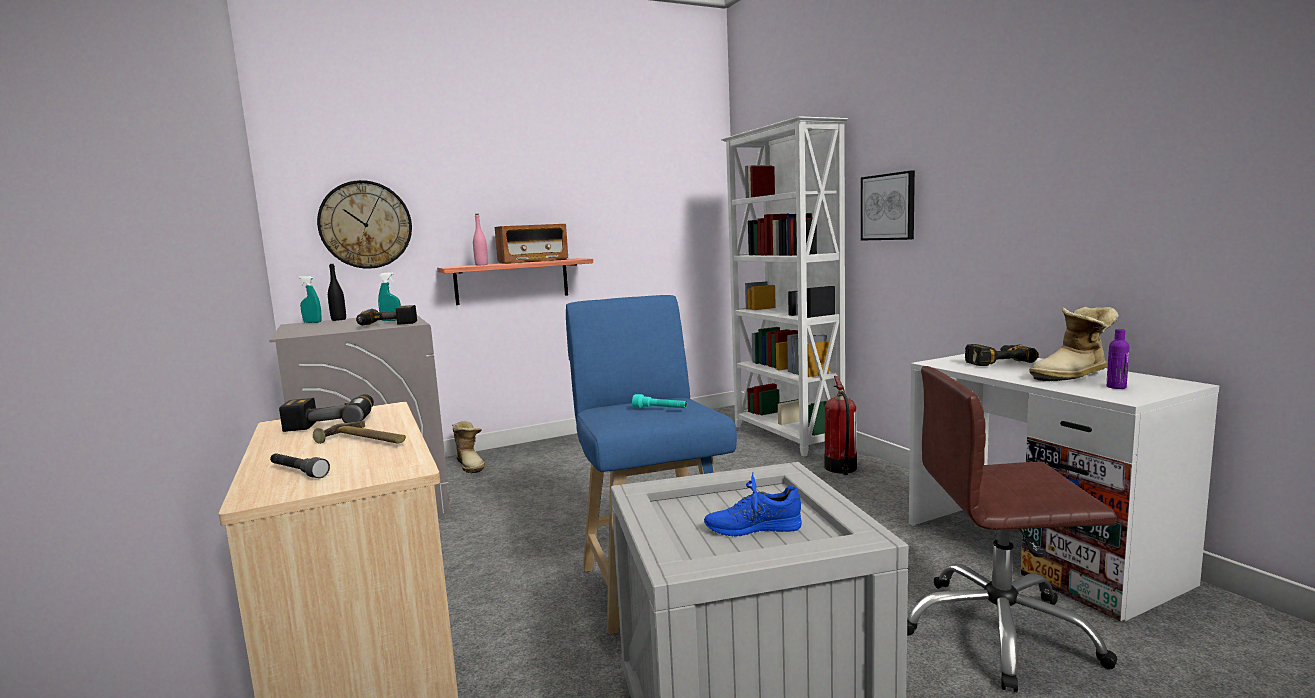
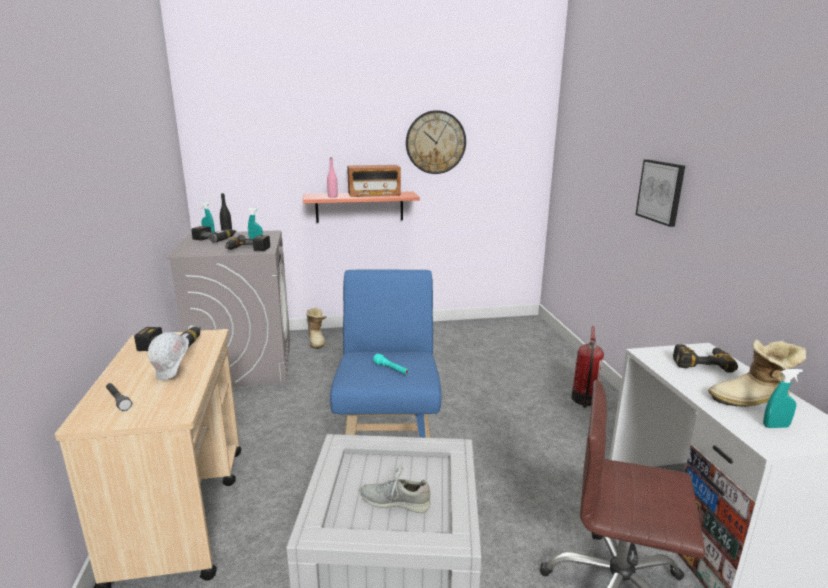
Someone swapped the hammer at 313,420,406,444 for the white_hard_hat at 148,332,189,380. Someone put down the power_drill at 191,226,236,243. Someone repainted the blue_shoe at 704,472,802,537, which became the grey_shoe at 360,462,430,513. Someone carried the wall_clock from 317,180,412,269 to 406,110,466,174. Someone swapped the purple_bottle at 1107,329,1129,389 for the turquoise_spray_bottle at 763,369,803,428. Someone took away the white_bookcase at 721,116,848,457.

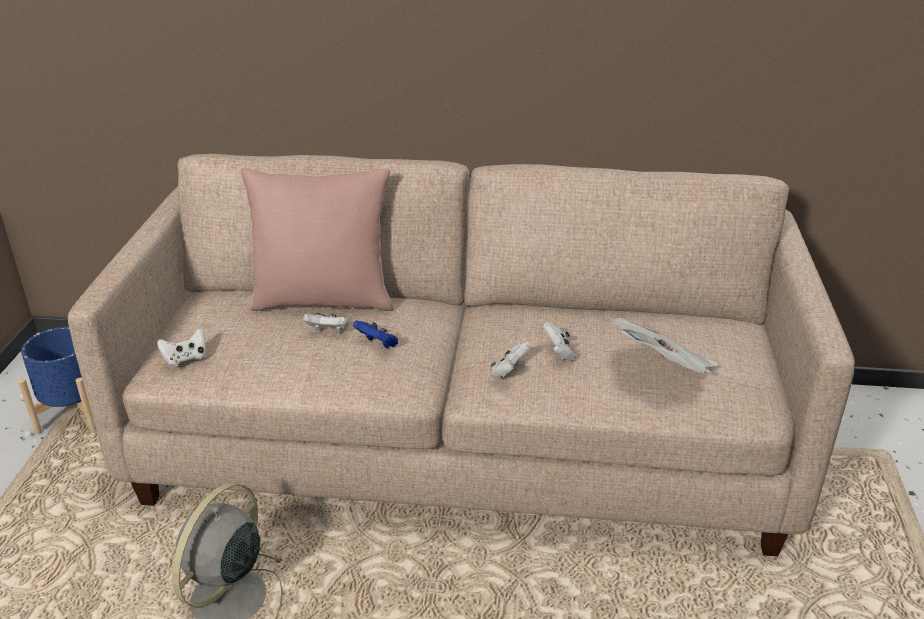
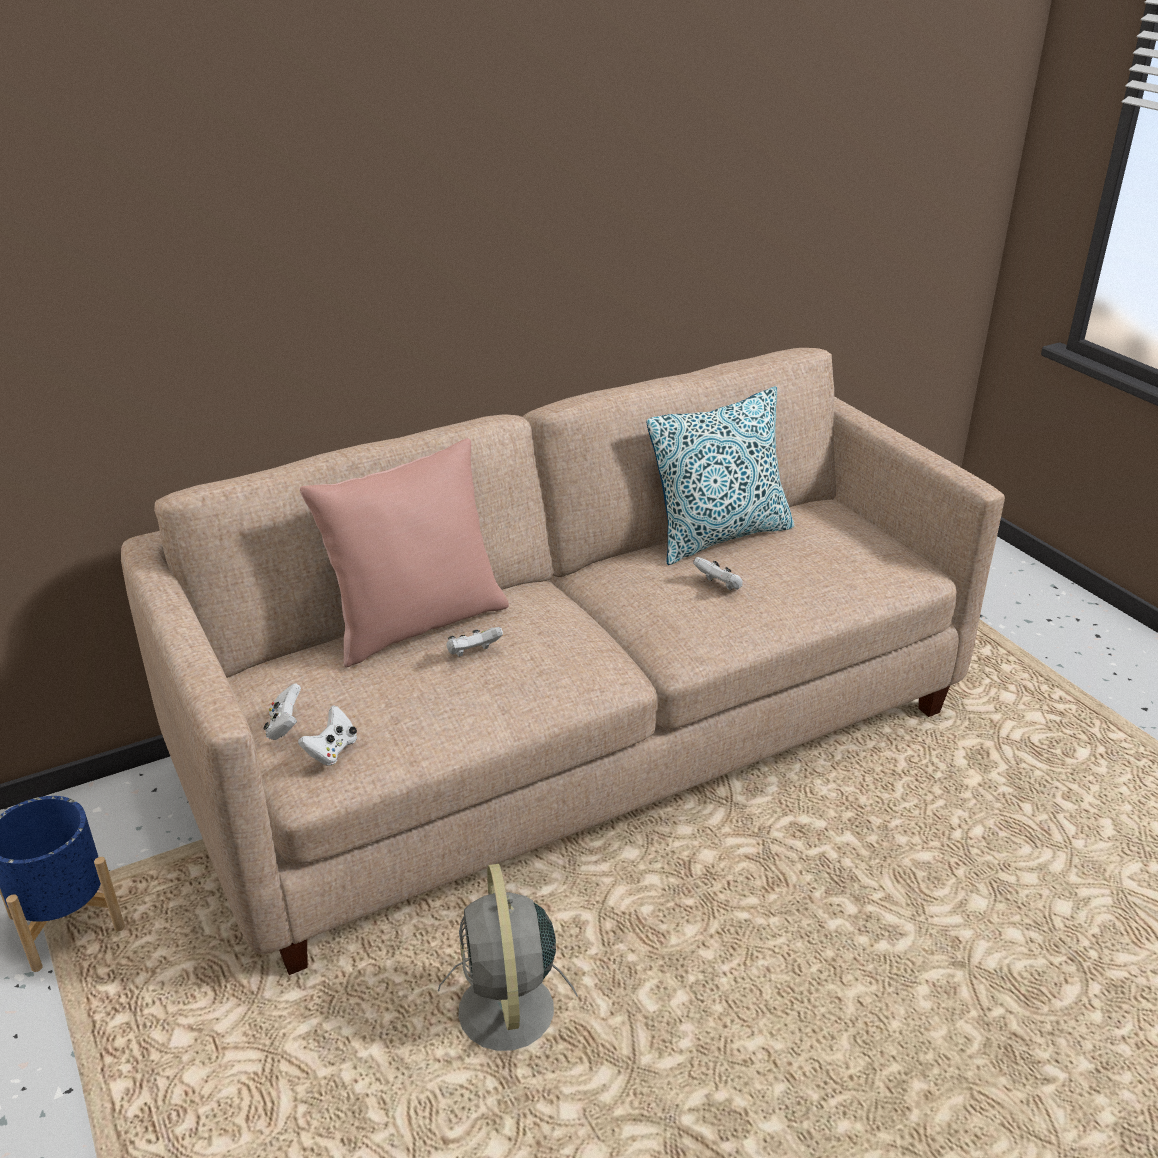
Someone carried the white_game_controller from 491,342,531,378 to 264,684,301,740. Someone put down the pillow at 647,386,794,565. Someone took away the blue_game_controller at 353,320,398,348. Someone took away the newspaper at 613,318,719,375.

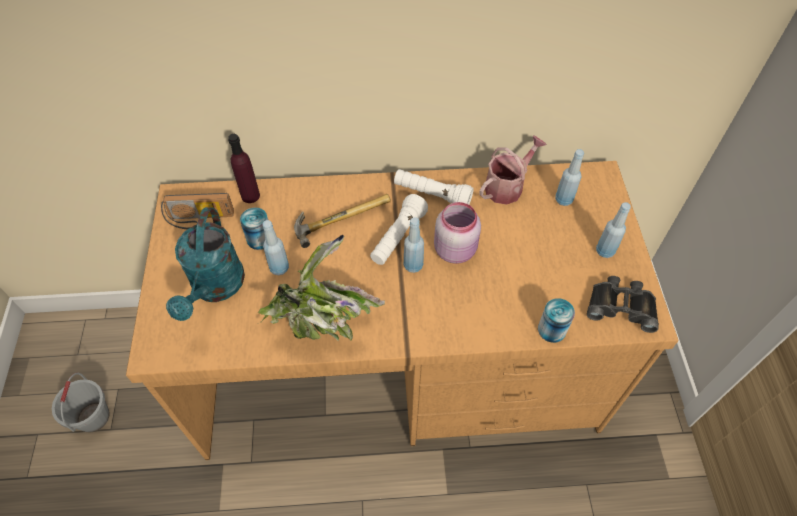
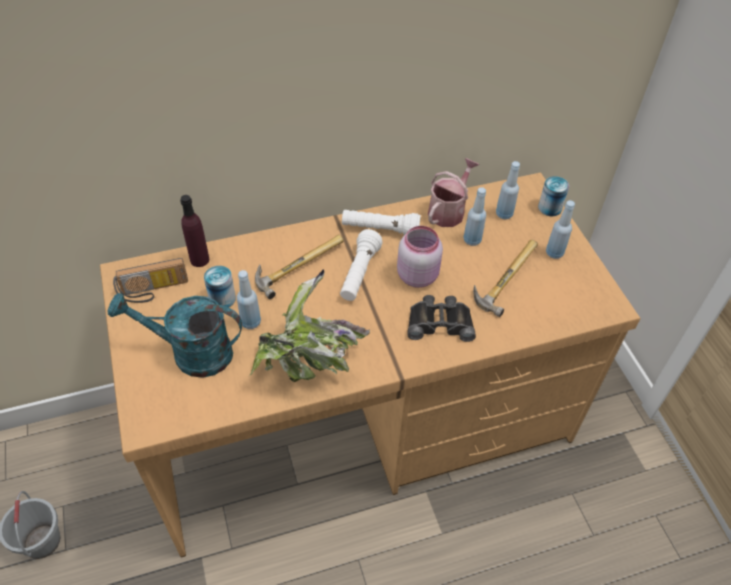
Someone rotated the turquoise_watering_can at 166,207,245,321 by 105 degrees clockwise. Someone carried the black_binoculars from 587,276,659,333 to 408,295,476,342. Someone carried the blue_bottle from 404,217,424,273 to 463,187,486,246. Someone put down the hammer at 473,240,538,317. Someone carried the can from 538,298,575,343 to 538,176,569,216.

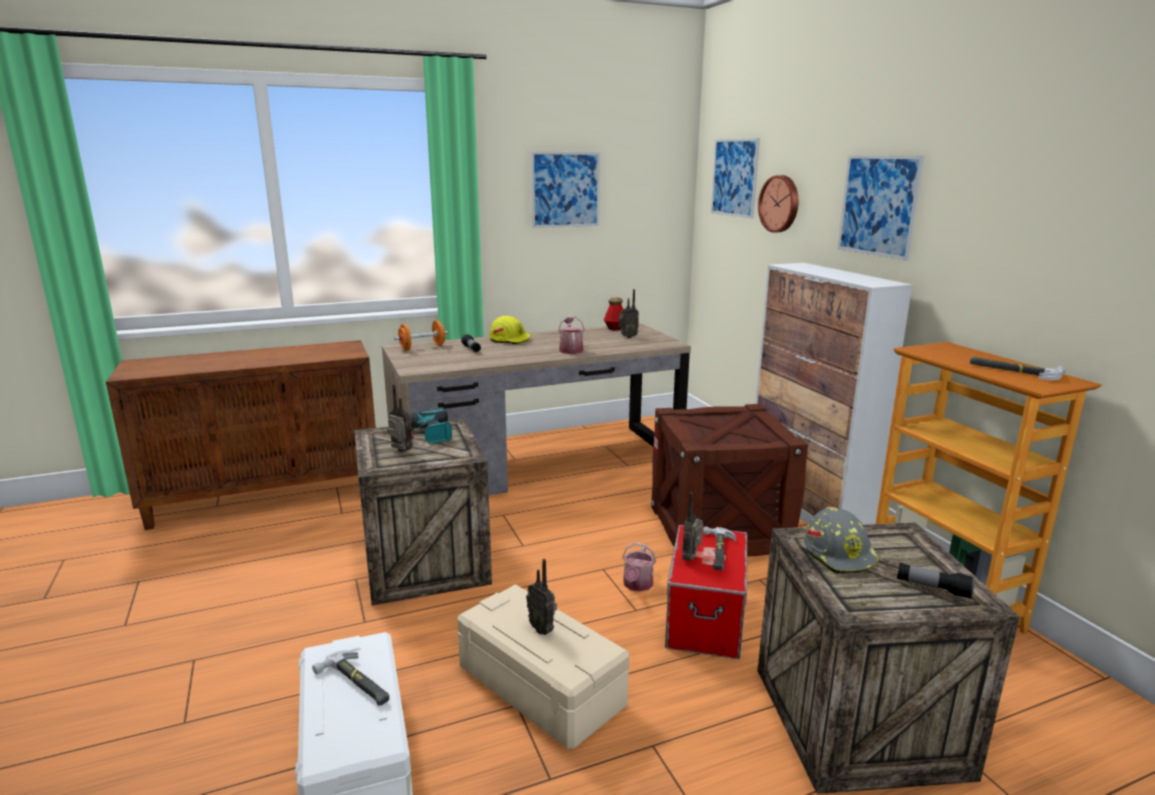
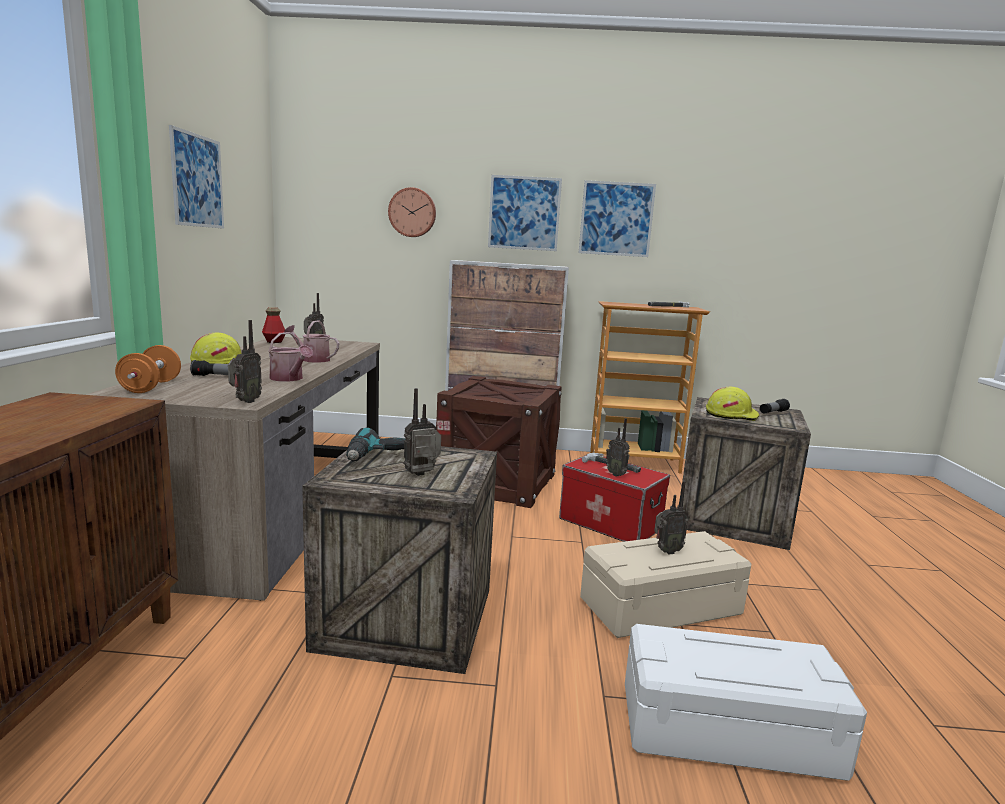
Someone put down the radio at 228,320,262,403. Someone carried the watering_can from 622,543,656,592 to 268,332,313,381. Someone carried the picture from 711,138,760,219 to 579,180,656,257. Someone repainted the grey_hard_hat at 804,507,880,574, which became the yellow_hard_hat at 706,387,760,421. Someone took away the hammer at 312,650,390,706.

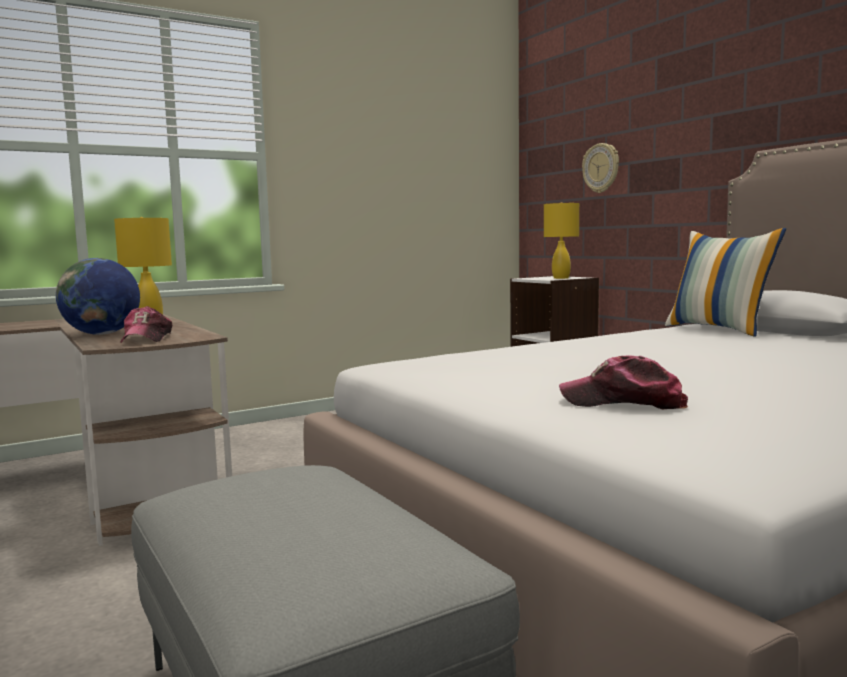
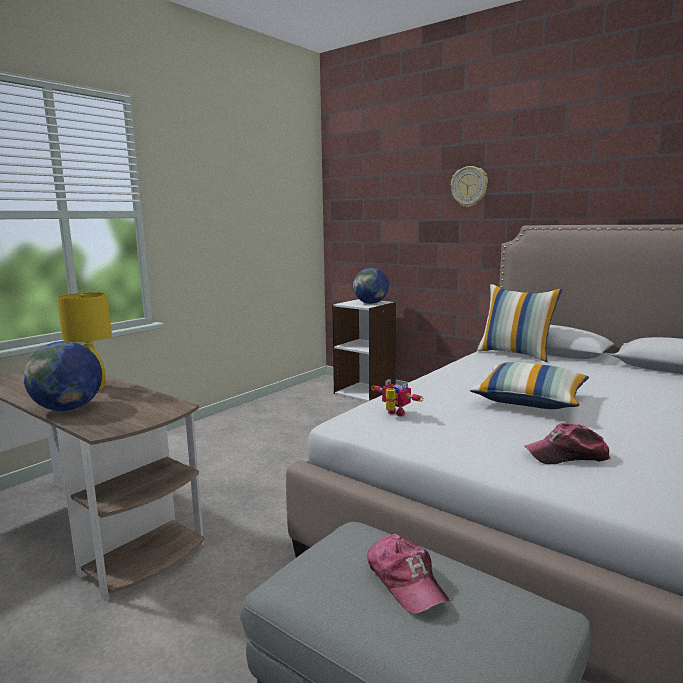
Someone swapped the yellow_table_lamp at 544,202,579,279 for the globe at 353,268,389,304. Someone carried the cap from 120,306,172,343 to 367,534,450,614. Someone put down the toy_robot at 371,379,424,416. Someone carried the wall_clock from 582,143,619,193 to 451,166,488,207. Someone put down the pillow at 470,362,589,409.

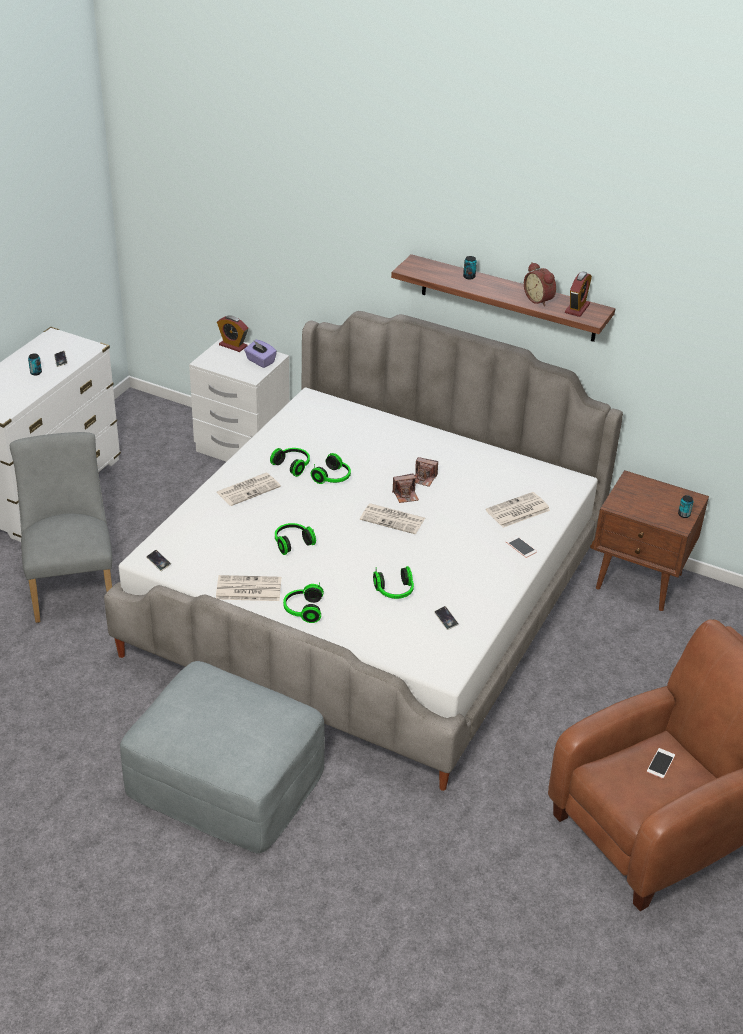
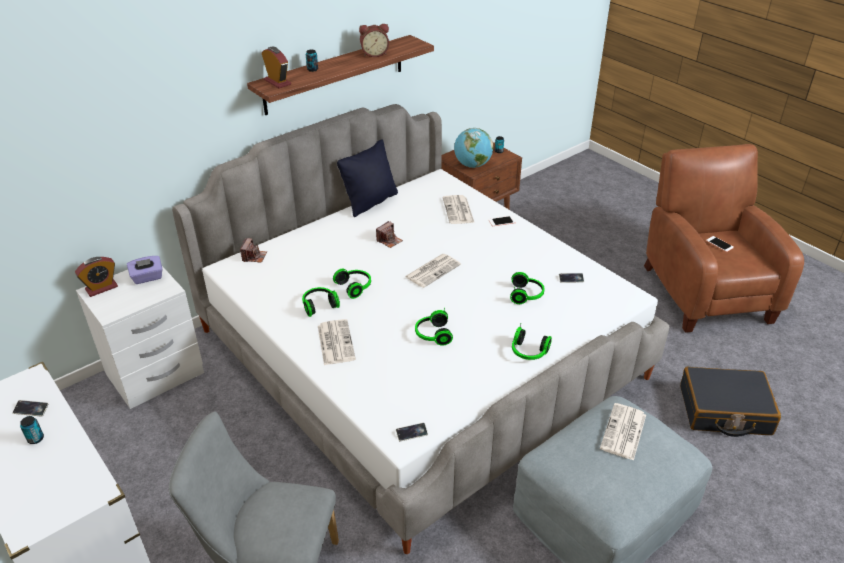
Someone carried the photo_camera from 392,474,419,503 to 240,238,267,263. Someone carried the alarm_clock from 565,272,592,317 to 262,47,291,88. Someone put down the black_pillow at 337,139,398,217. Someone put down the globe at 454,128,493,168. Someone carried the newspaper from 216,575,281,601 to 600,403,646,461. Someone put down the black_suitcase at 680,367,781,437.

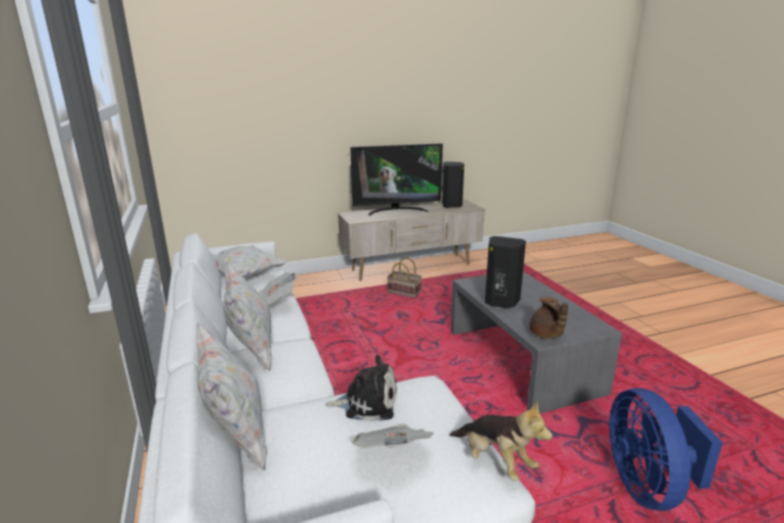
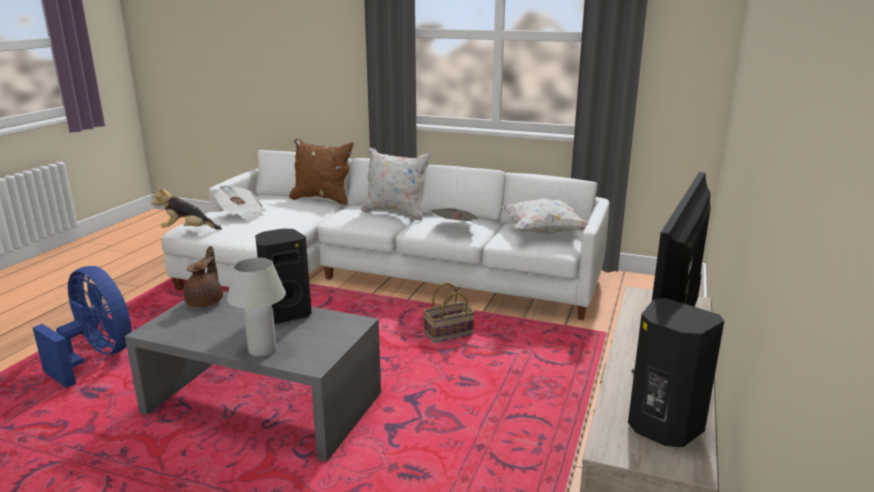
Someone rotated the brown_teapot at 529,297,568,339 by 75 degrees clockwise. Someone put down the white_table_lamp at 227,258,286,357. Someone repainted the white_pillow at 196,323,267,470, which became the brown_pillow at 289,139,354,206. Someone carried the basket from 387,257,422,298 to 423,283,475,343. Someone took away the plush_toy at 325,355,397,421.

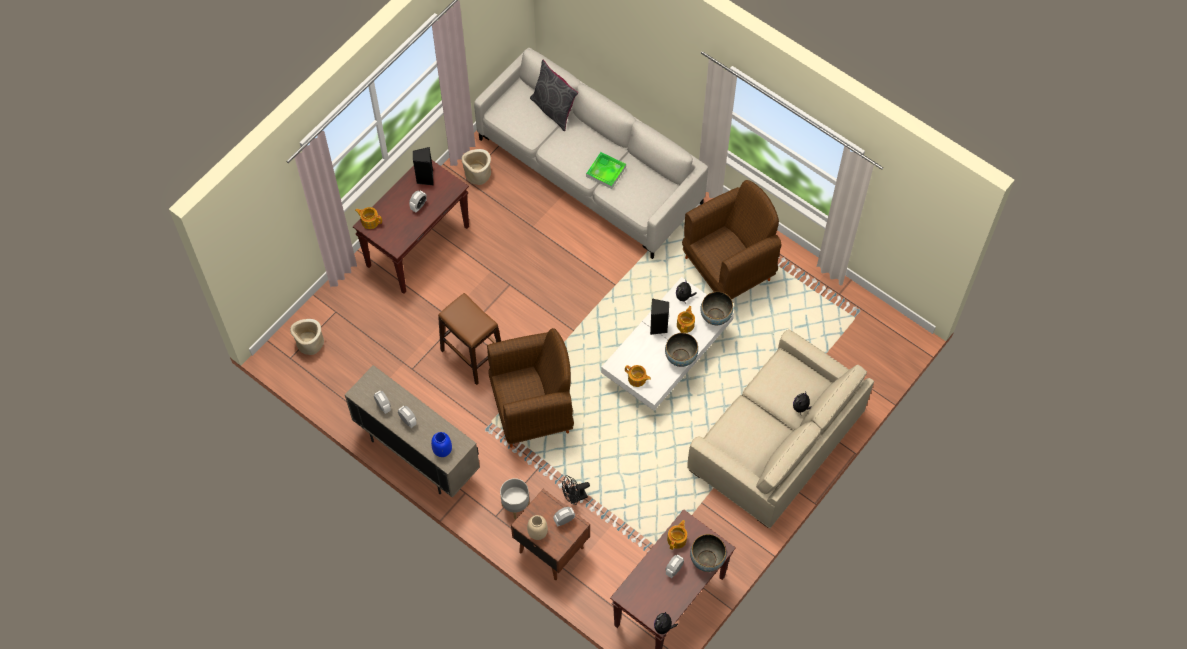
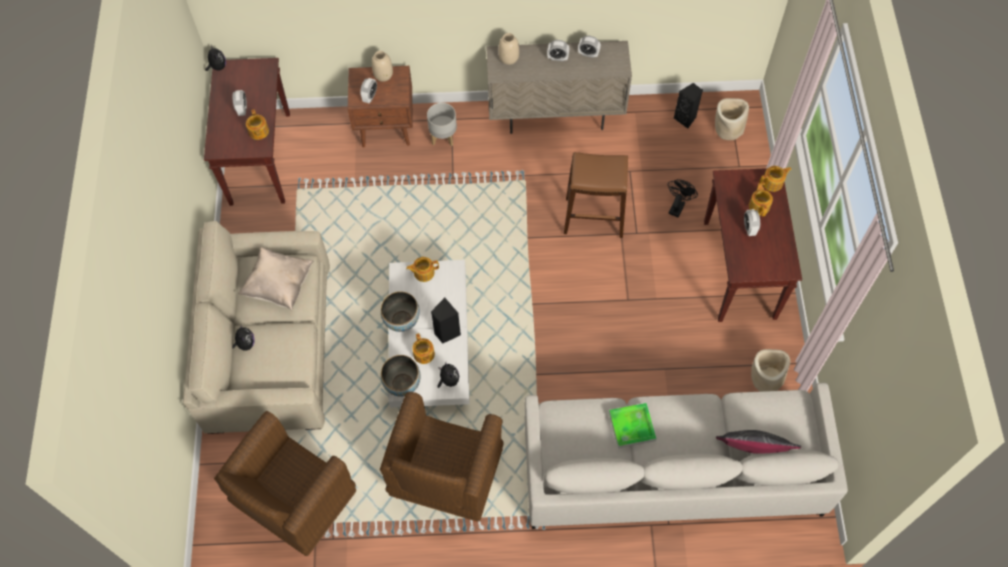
Someone carried the brown_armchair from 487,328,574,448 to 214,411,356,556. Someone put down the beige_pillow at 238,247,313,311. Someone repainted the blue_vase at 431,432,452,457, which became the beige_vase at 499,33,519,65. Someone carried the black_fan from 562,475,590,505 to 668,179,698,217. Someone carried the black_speaker from 413,147,434,186 to 674,83,703,129. Someone put down the teapot at 749,183,773,216. Someone took away the bowl at 690,534,726,572.

